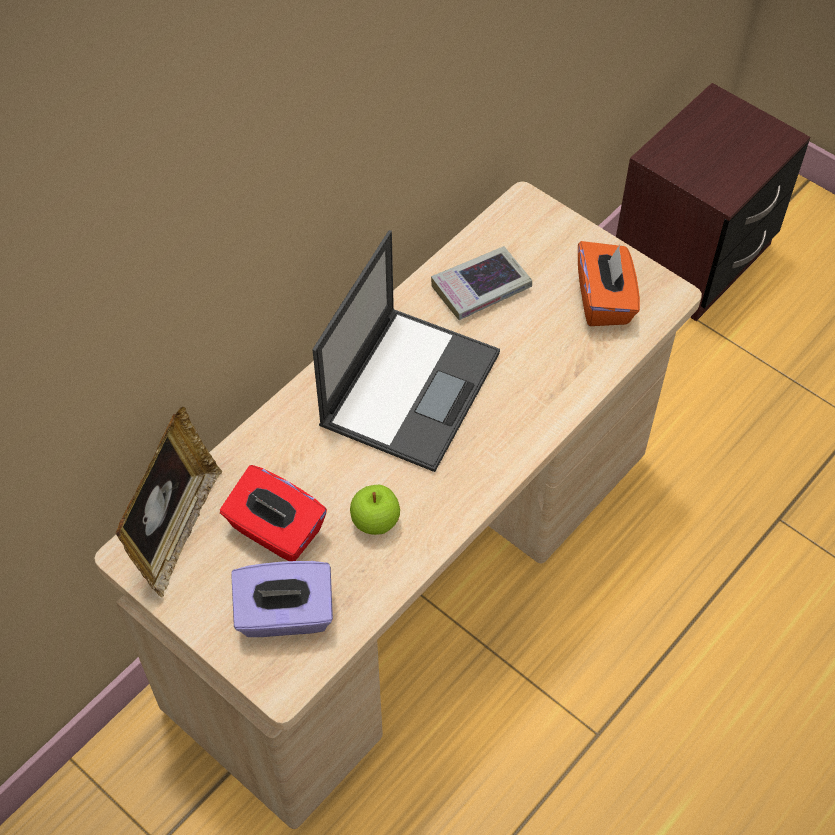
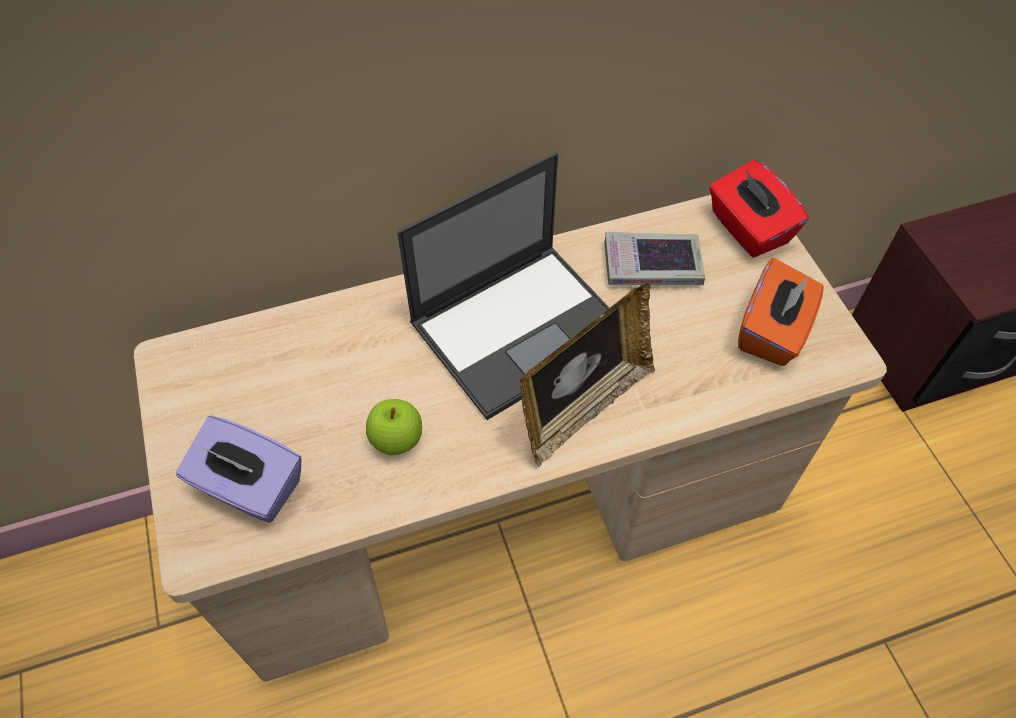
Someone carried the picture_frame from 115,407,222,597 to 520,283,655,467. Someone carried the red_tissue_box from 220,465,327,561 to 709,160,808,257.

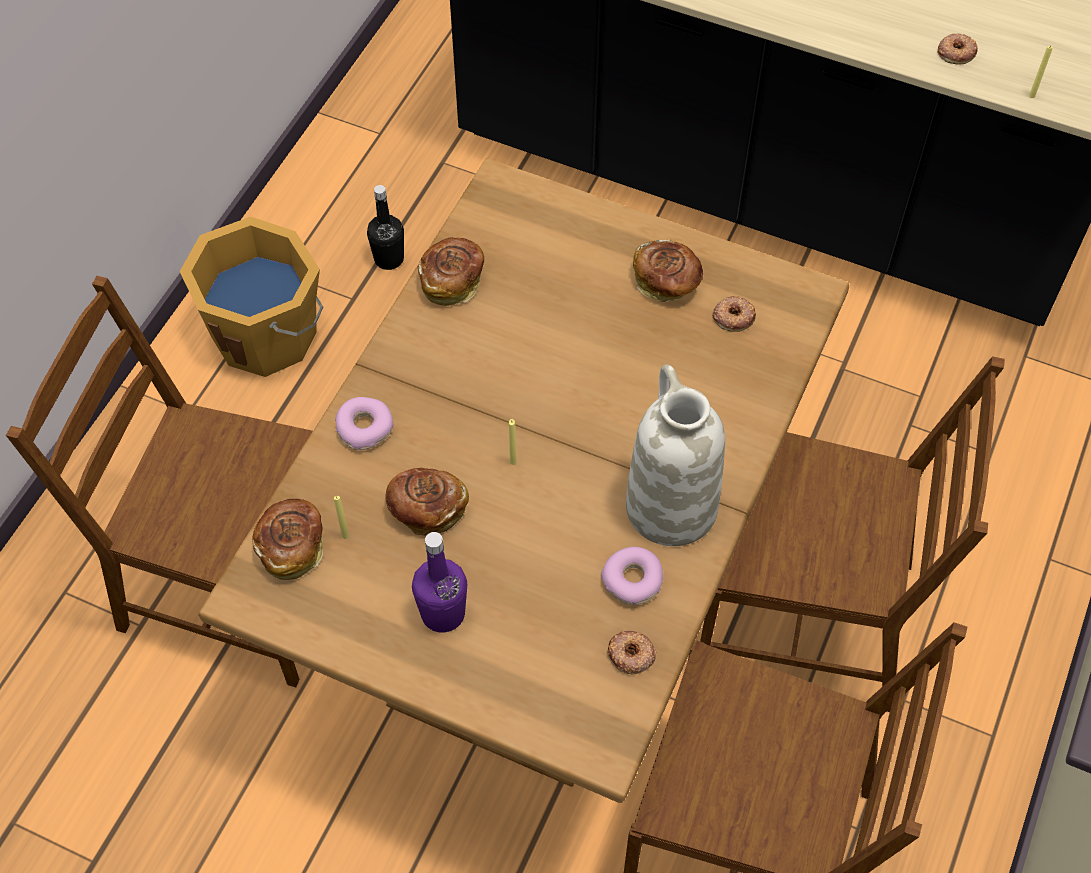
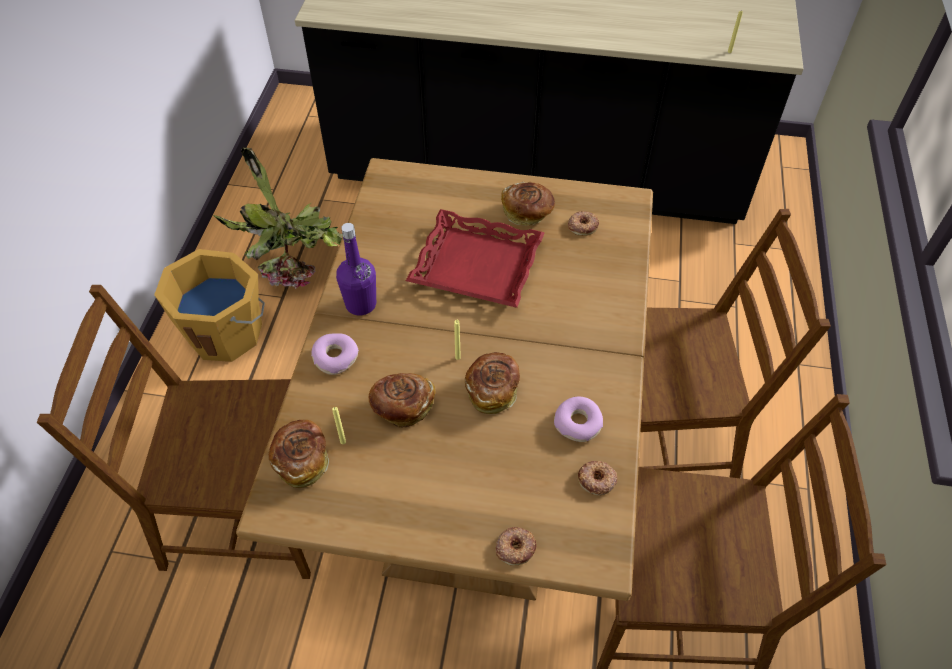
Someone swapped the black_bottle at 367,185,404,270 for the potted_plant at 213,148,343,289. Someone carried the purple_bottle from 412,532,467,632 to 336,223,376,315. Someone put down the red_tray at 406,209,545,308. Someone carried the bread from 418,238,484,306 to 465,352,520,414. Someone carried the donut from 937,33,978,65 to 495,527,537,566. Someone took away the white_vase at 626,364,725,546.

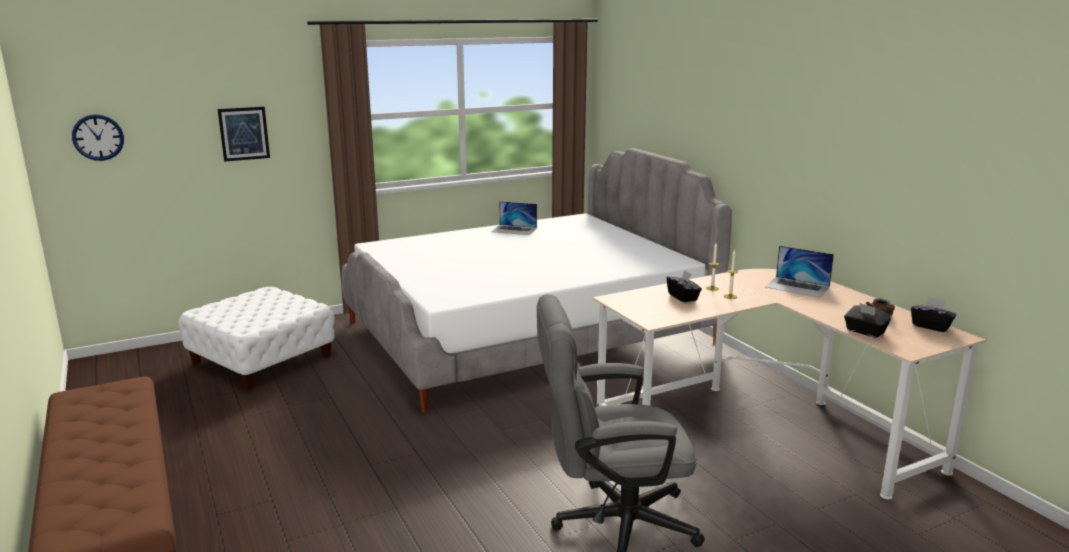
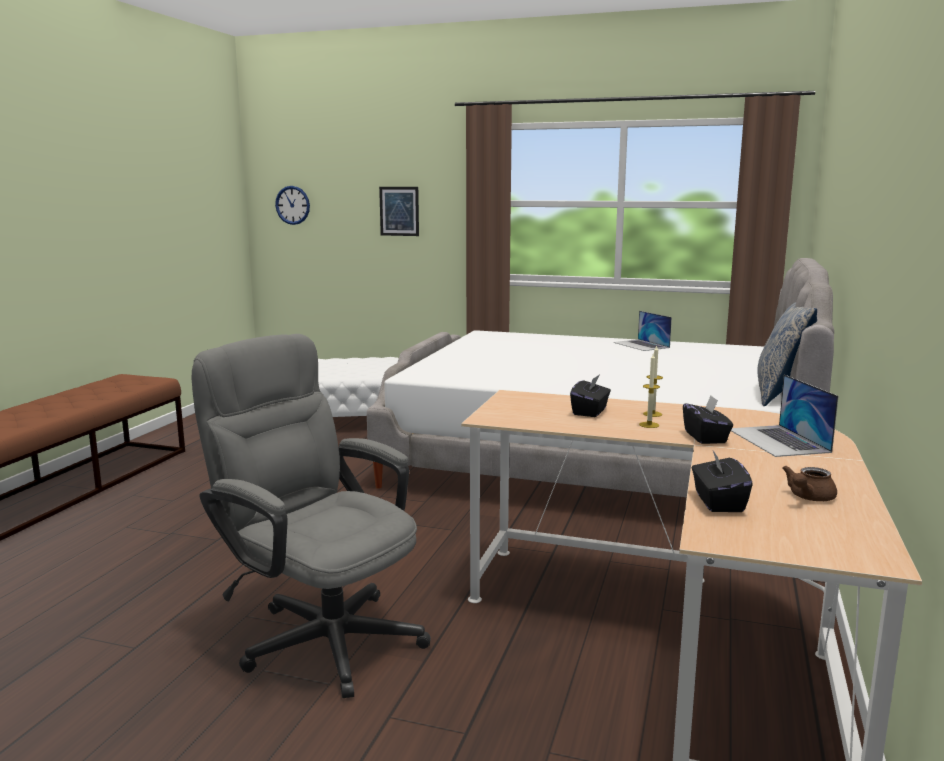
Someone carried the black_tissue_box from 911,297,956,332 to 683,396,733,444. Someone put down the pillow at 757,302,817,406.

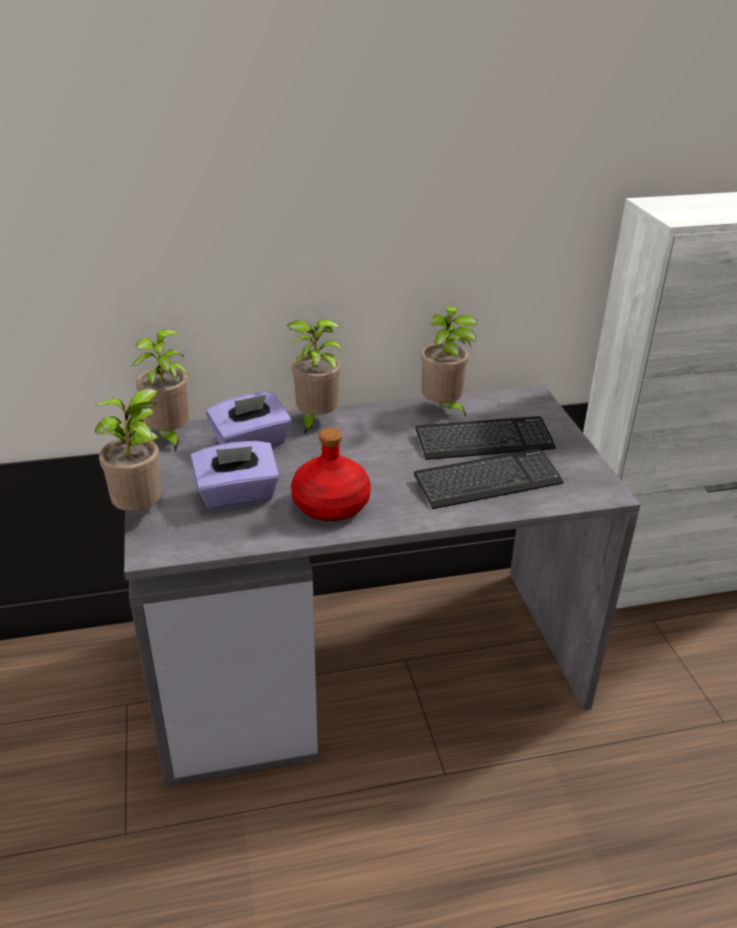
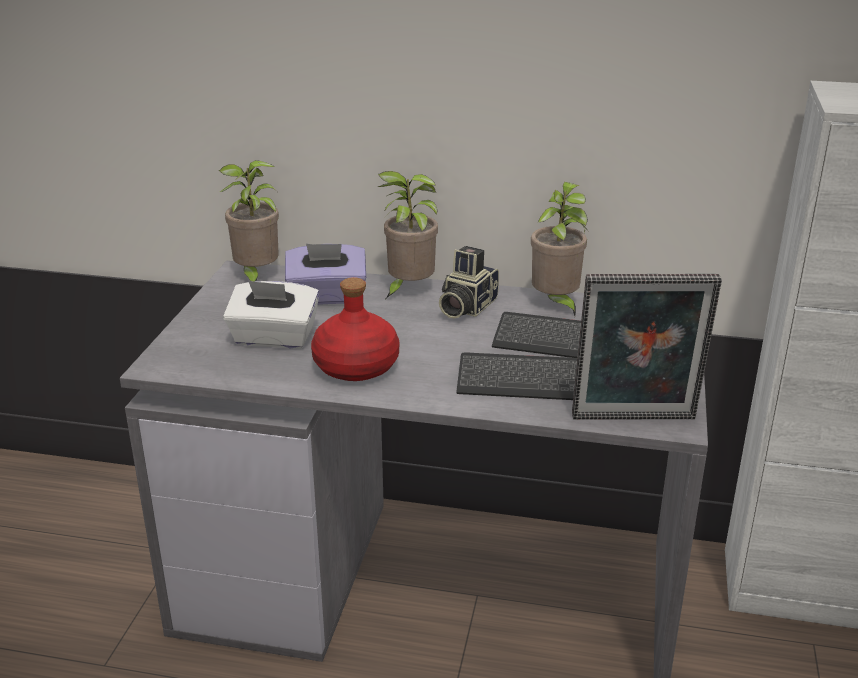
Someone repainted the purple_tissue_box at 191,441,280,509, which became the white_tissue_box at 223,280,319,349. Someone put down the photo_camera at 439,246,499,319. Someone put down the picture_frame at 572,274,722,420. Someone took away the potted_plant at 95,389,164,511.

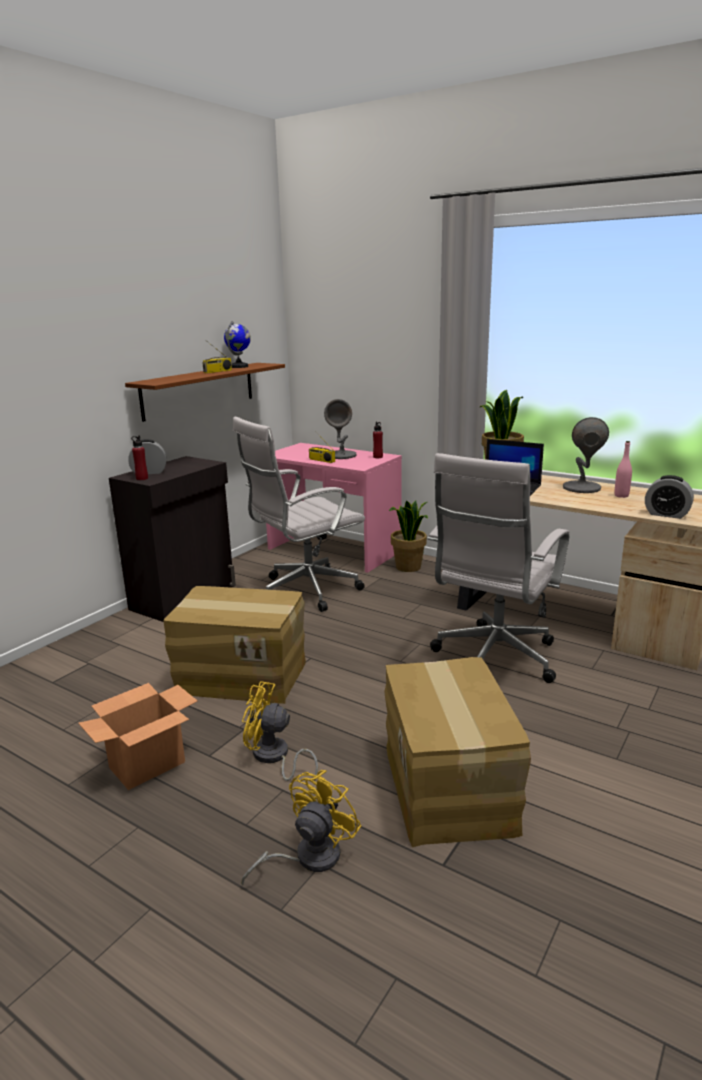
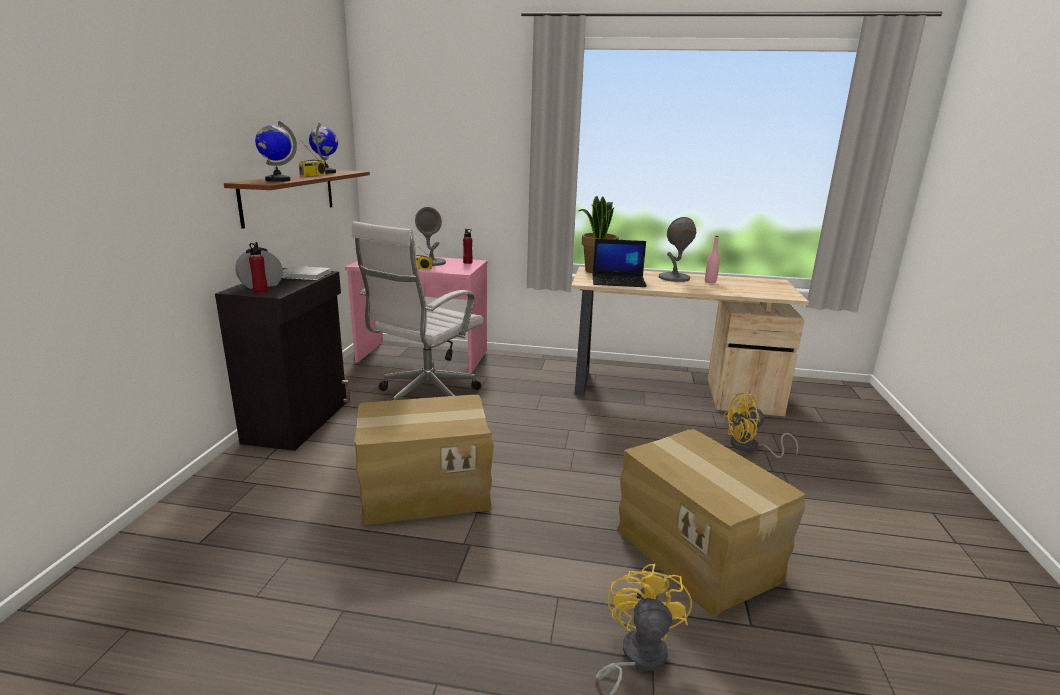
Someone put down the globe at 255,121,297,182. Someone put down the white_book at 282,266,331,280. Someone carried the yellow_fan from 242,681,318,781 to 723,393,799,458. Someone took away the cardboard_box at 78,683,198,790. Someone took away the potted_plant at 389,500,428,572. Someone took away the white_office_chair at 427,453,569,683. Someone took away the alarm_clock at 645,475,694,519.

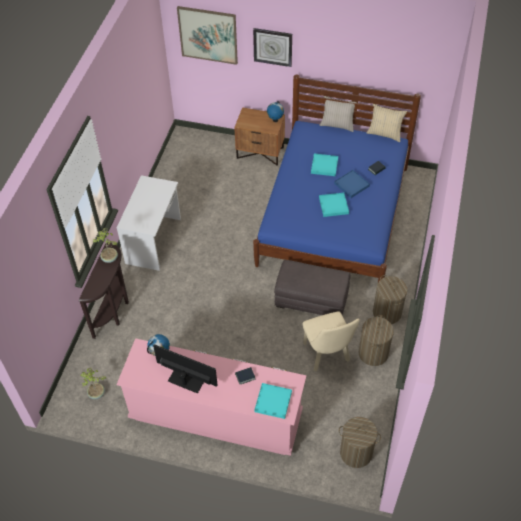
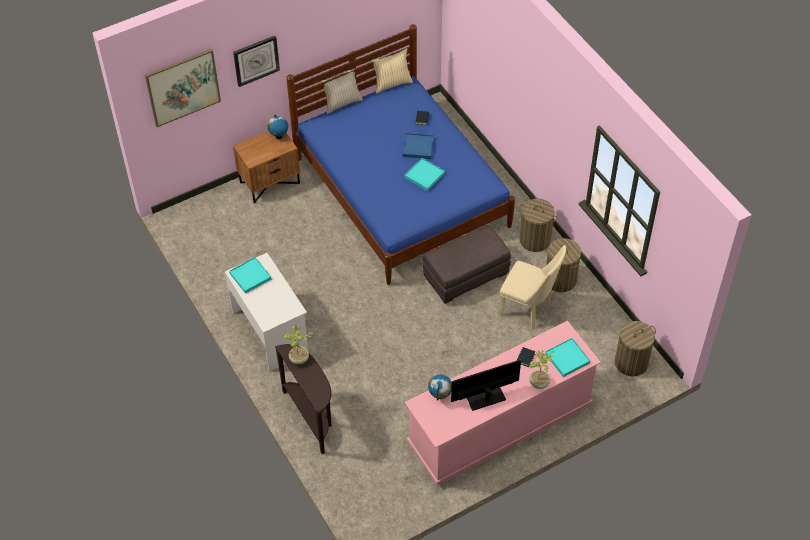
Someone carried the turquoise_tray from 311,154,338,176 to 229,257,271,294. Someone carried the potted_plant from 81,367,106,399 to 529,350,554,389.

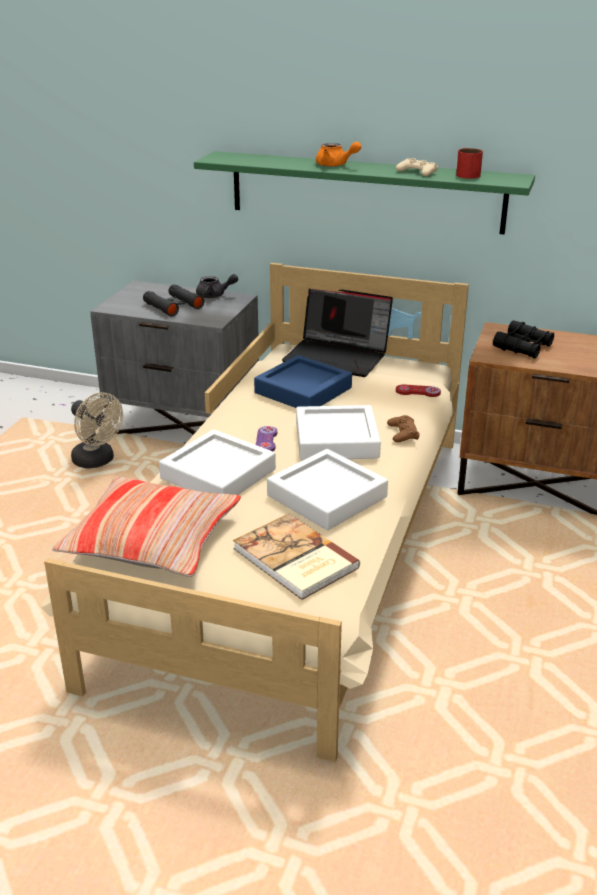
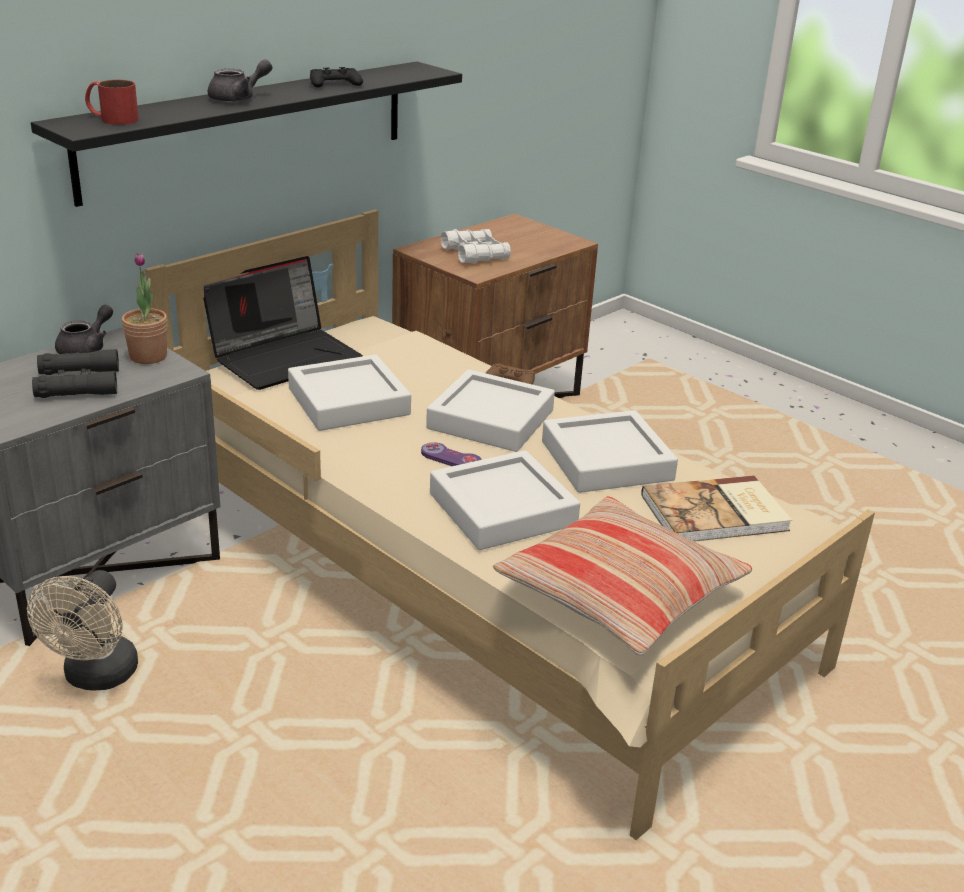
Someone rotated the beige_fan at 71,392,123,468 by 120 degrees clockwise. Someone repainted the green_shelf at 194,151,535,235, which became the black_shelf at 31,61,462,207. Someone carried the red_mug from 456,148,483,178 to 85,80,139,125. Someone put down the potted_plant at 122,253,167,364. Someone repainted the orange_teapot at 316,142,361,167, which became the grey_teapot at 208,59,272,103. Someone repainted the blue_tray at 254,355,352,408, which became the white_tray at 288,355,411,431. Someone repainted the beige_game_controller at 396,158,438,176, which became the black_game_controller at 310,67,363,87. Someone repainted the black_binoculars at 493,321,554,358, which became the white_binoculars at 441,229,511,264. Someone took away the red_game_controller at 396,385,441,397.

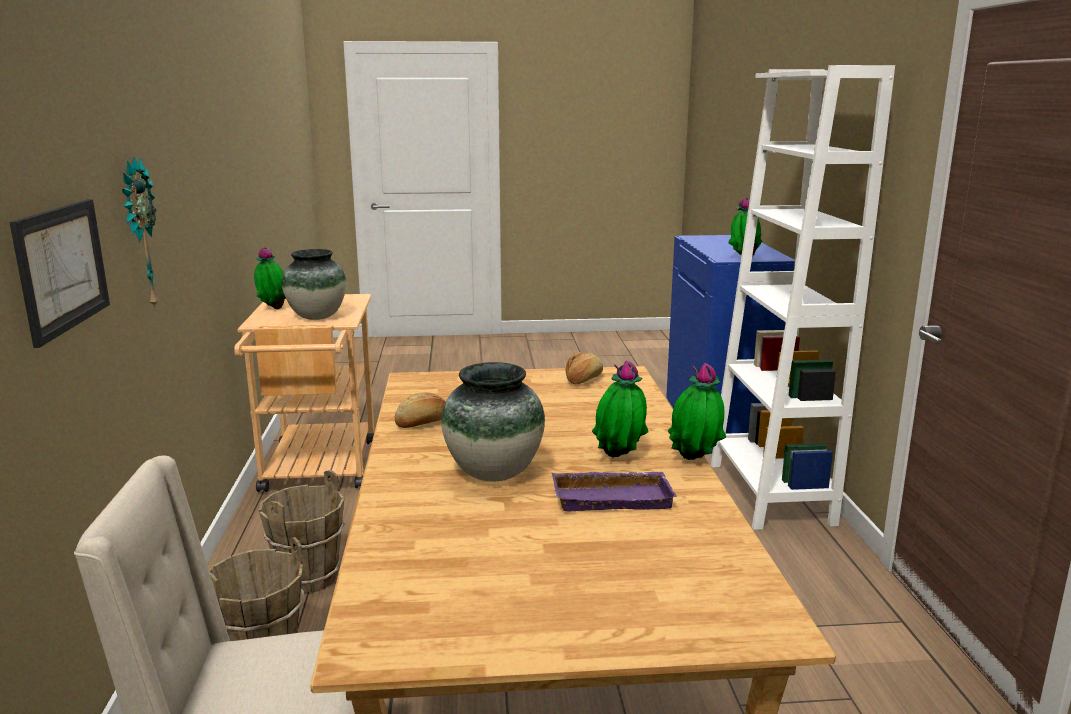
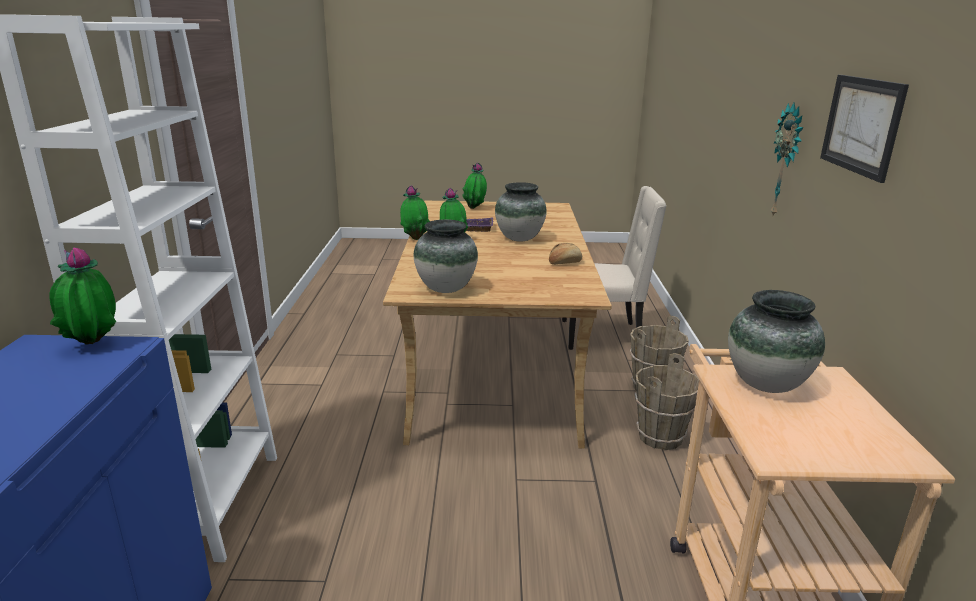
Someone swapped the bread at 565,352,603,384 for the vase at 414,219,478,293. Someone carried the potted_plant from 254,247,285,309 to 462,162,487,209. Someone carried the picture from 9,199,110,348 to 820,75,909,183.

